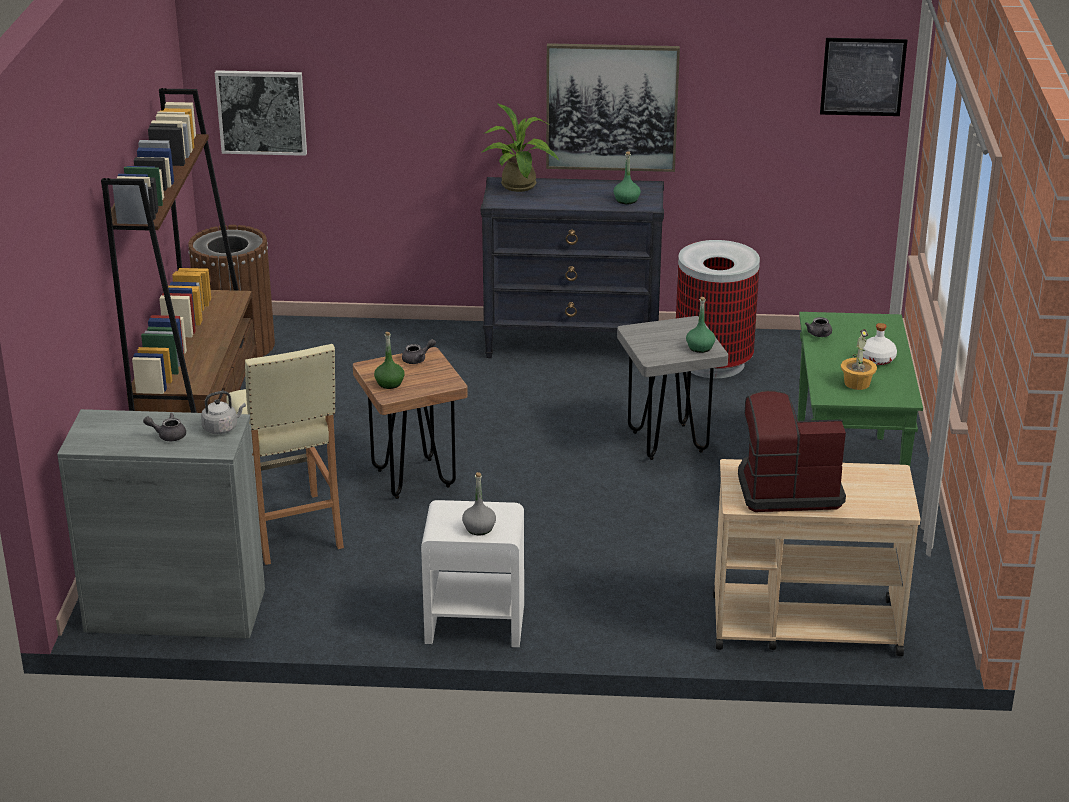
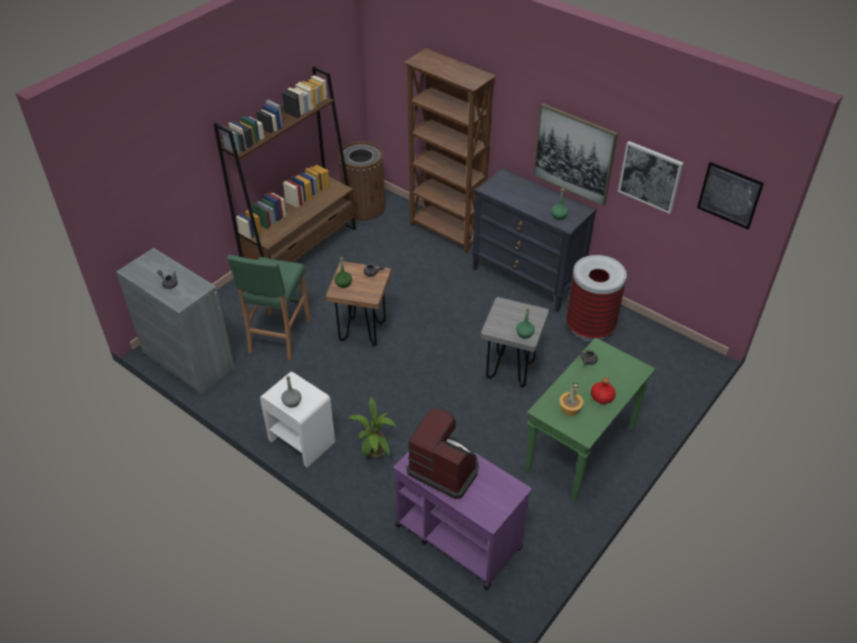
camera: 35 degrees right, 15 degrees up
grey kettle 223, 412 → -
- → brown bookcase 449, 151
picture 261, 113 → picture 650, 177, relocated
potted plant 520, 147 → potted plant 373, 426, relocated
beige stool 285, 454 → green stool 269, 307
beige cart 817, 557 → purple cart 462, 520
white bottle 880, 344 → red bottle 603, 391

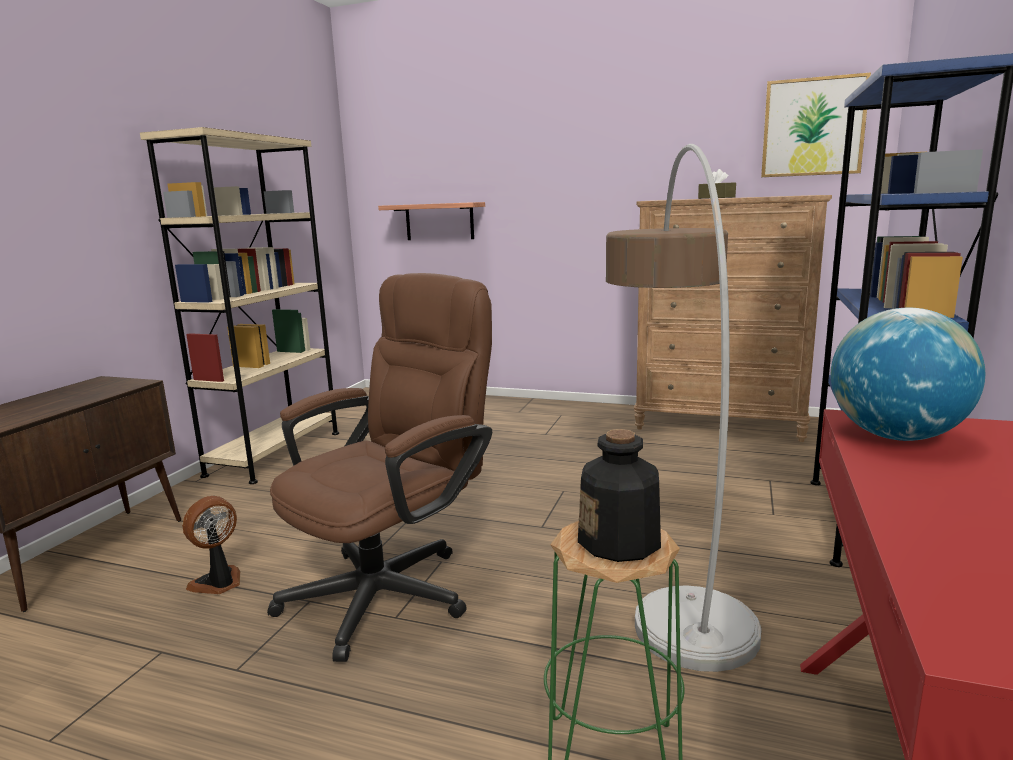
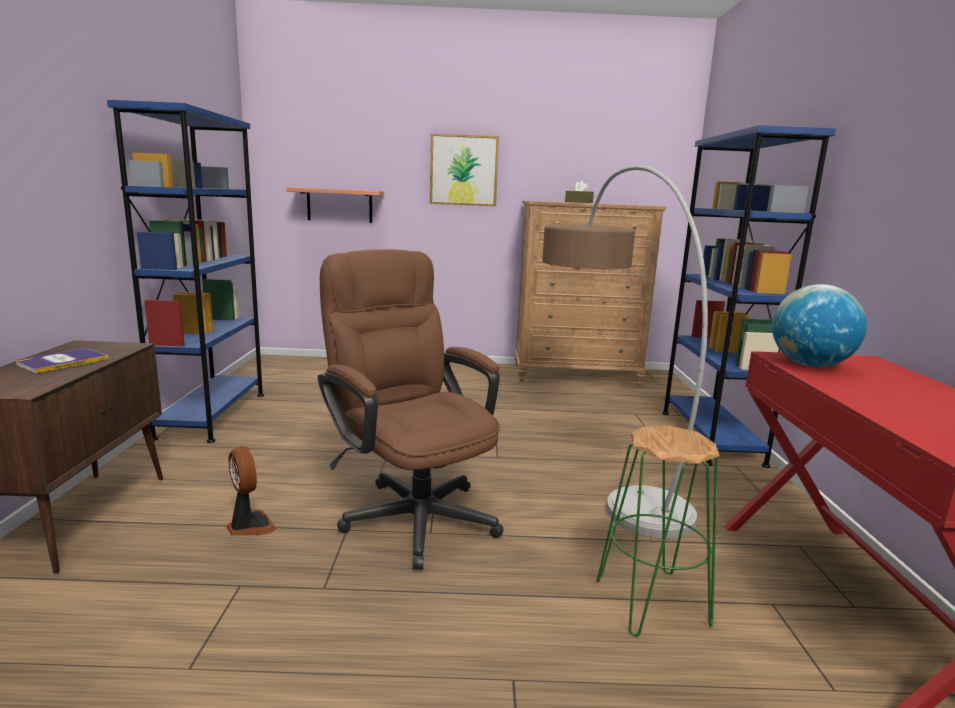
camera: 20 degrees left, 0 degrees up
bottle 619, 495 → -
- → book 62, 360
picture 816, 124 → picture 464, 169, relocated
beige bookcase 239, 305 → blue bookcase 185, 271
fan 211, 545 → fan 251, 491, 120 degrees clockwise
brown office chair 379, 467 → brown office chair 411, 409, 60 degrees counterclockwise

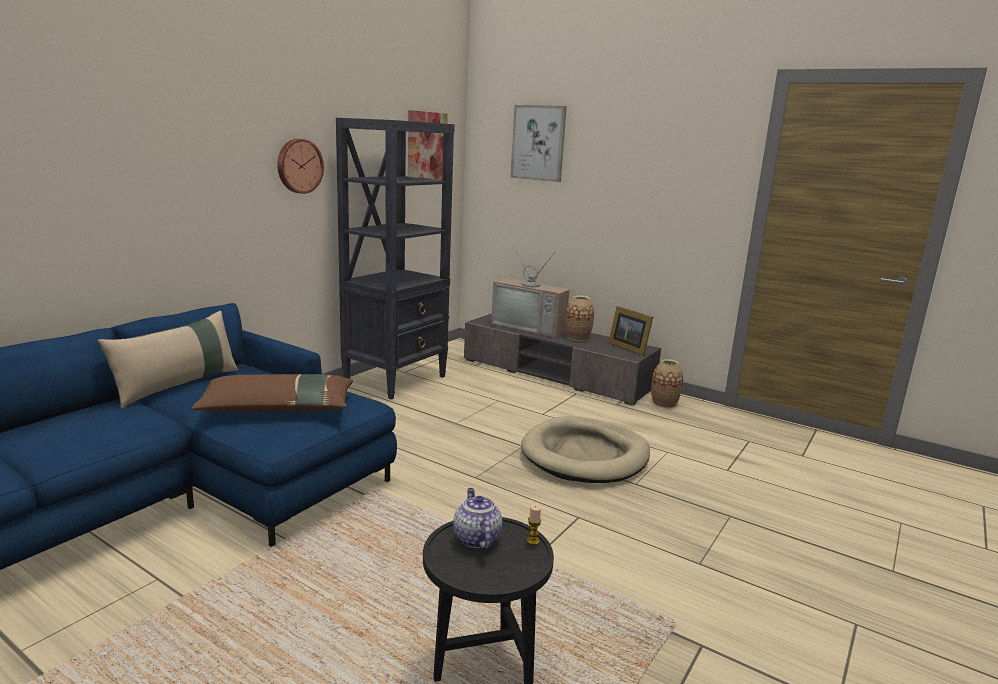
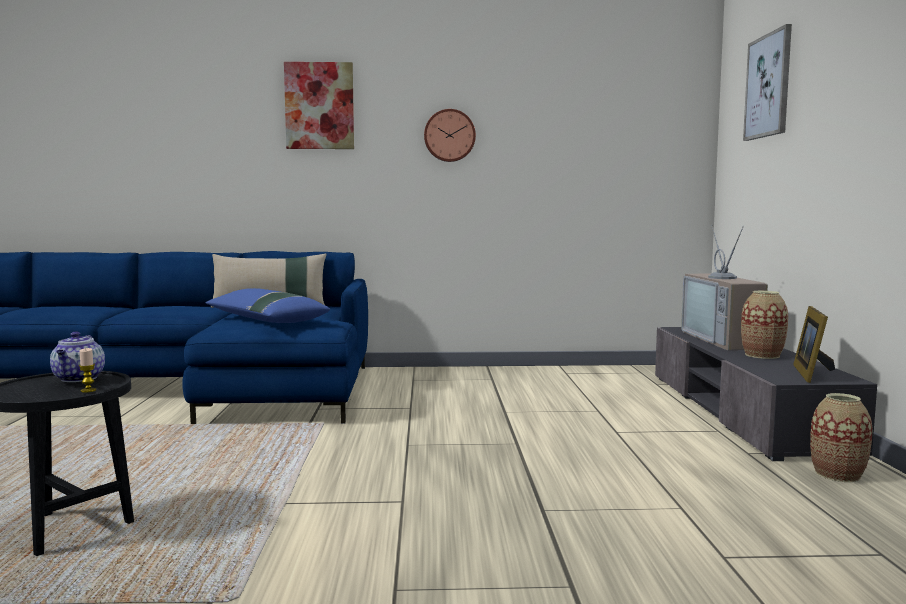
camera: 55 degrees right, 10 degrees down
black bookcase 395, 258 → -
beige dog bed 585, 449 → -
picture 428, 145 → picture 319, 105, relocated
brown pillow 272, 393 → blue pillow 267, 305
teapot 478, 518 → teapot 77, 357, 135 degrees clockwise

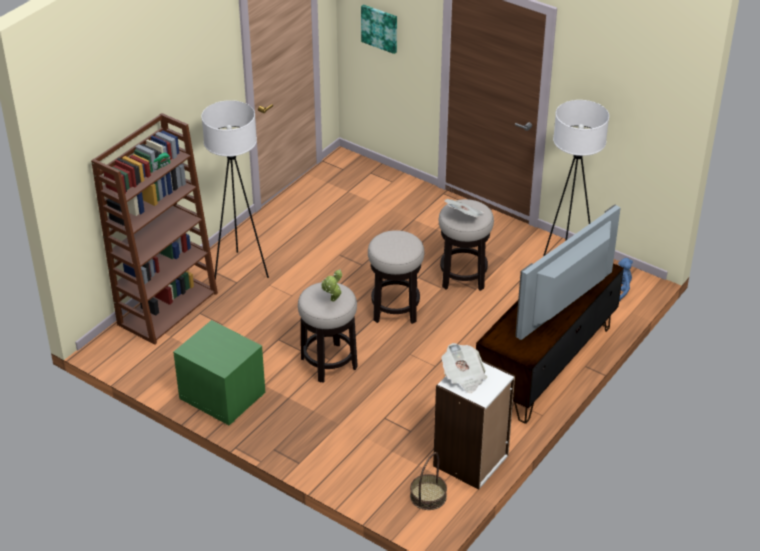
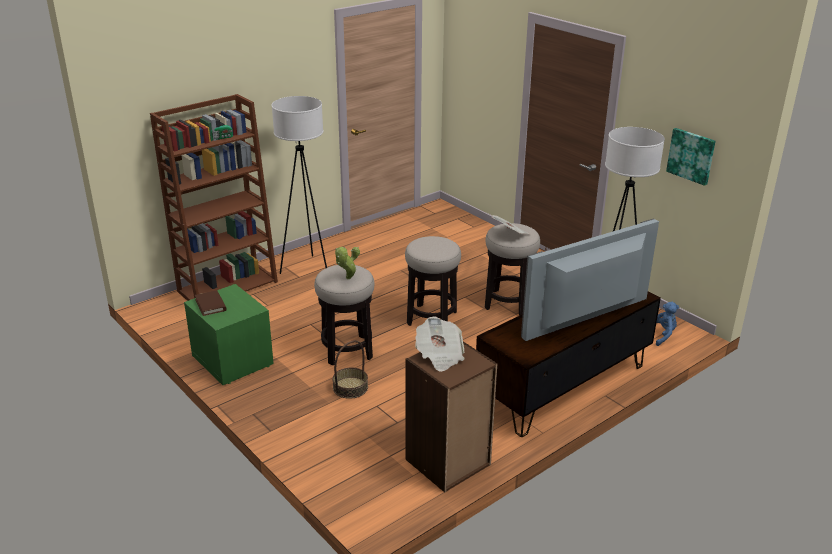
camera: 15 degrees right, 10 degrees down
- → brown book 211, 303
picture 379, 29 → picture 691, 157, relocated
basket 428, 481 → basket 350, 369, relocated
white bookcase 474, 425 → brown bookcase 451, 417

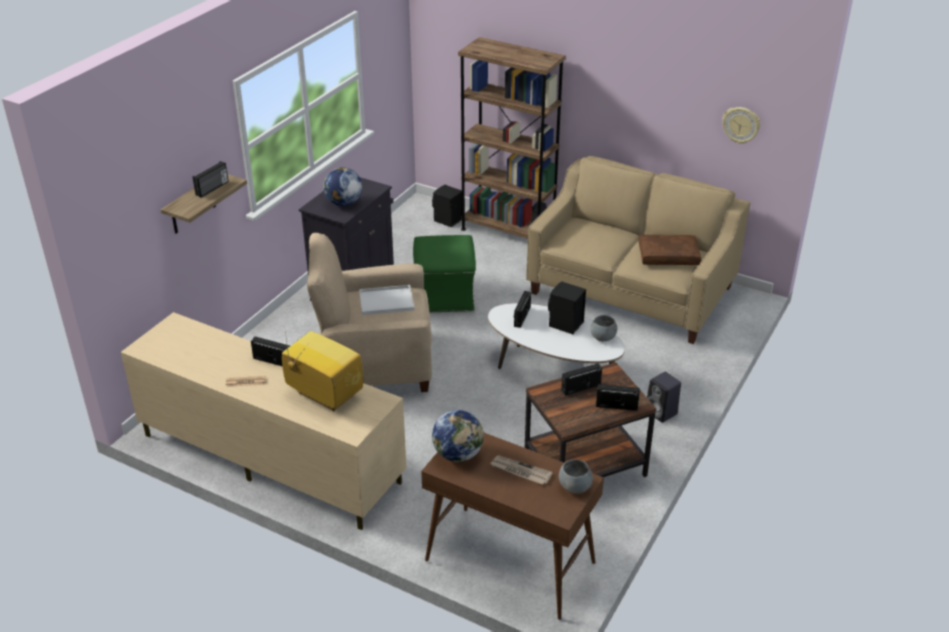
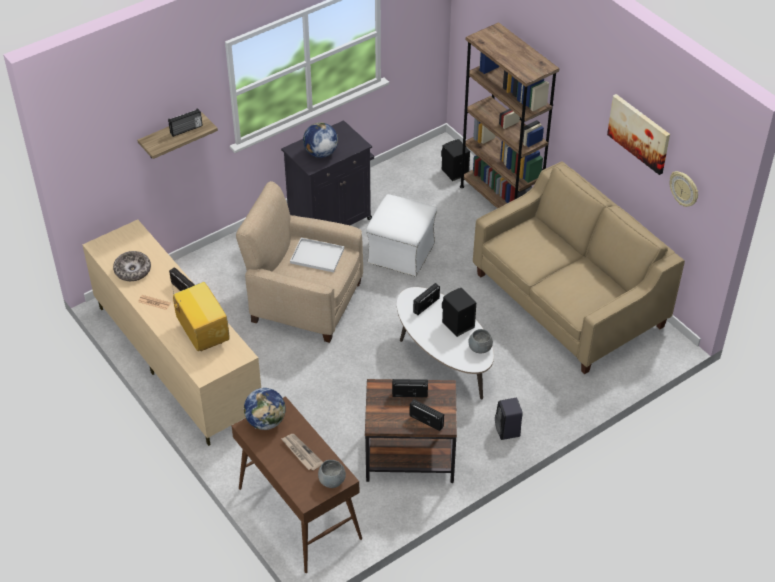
camera: 25 degrees right, 10 degrees up
brown pillow 669, 250 → -
- → bowl 132, 266
- → picture 638, 134
green ottoman 444, 273 → white ottoman 401, 235

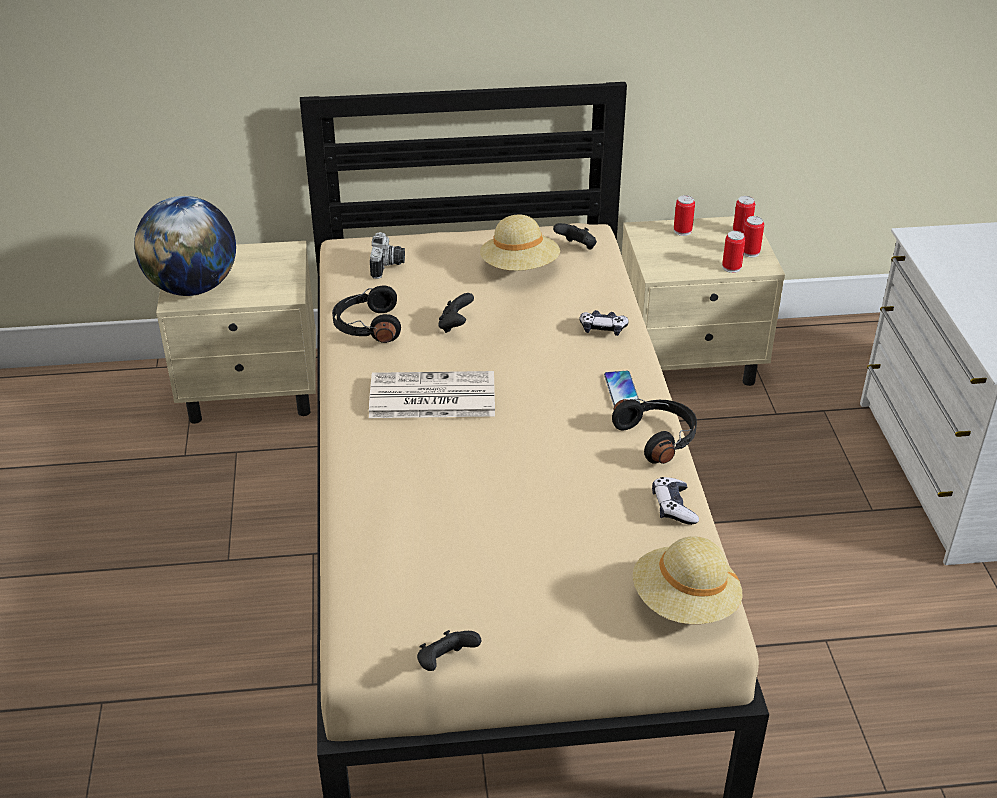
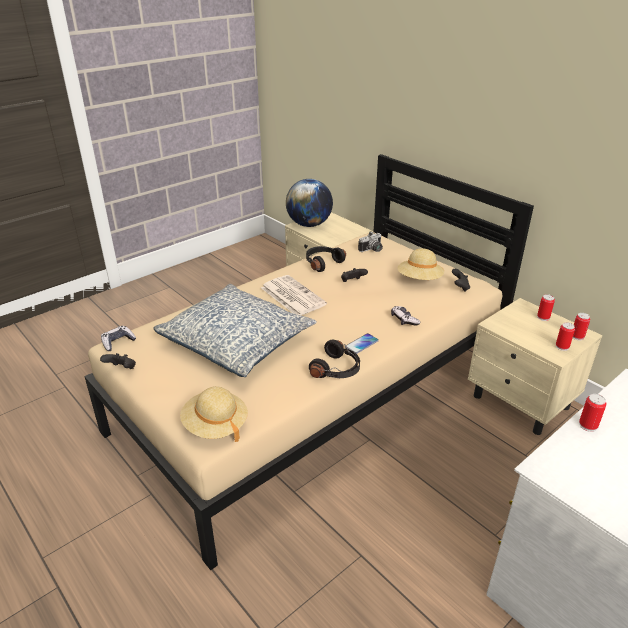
camera: 55 degrees right, 5 degrees down
- → pillow 235, 330
game controller 675, 501 → game controller 118, 338, relocated
can 734, 252 → can 592, 413, relocated

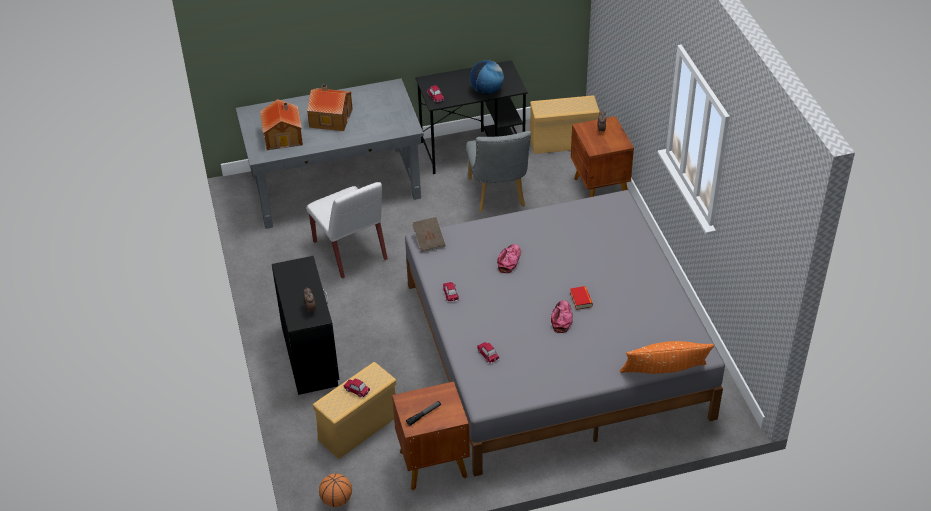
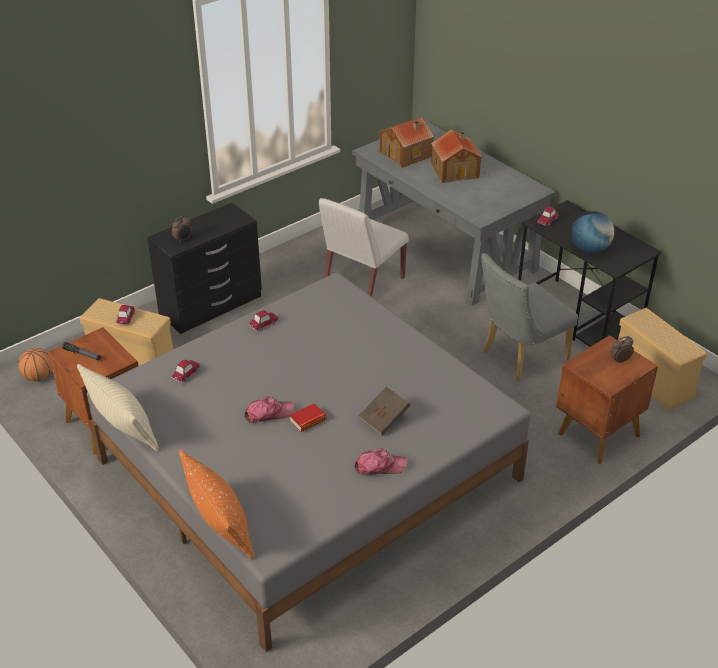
camera: 65 degrees right, 5 degrees down
- → beige pillow 118, 407
brown book 429, 234 → brown book 384, 411, relocated
cap 509, 258 → cap 381, 461, relocated

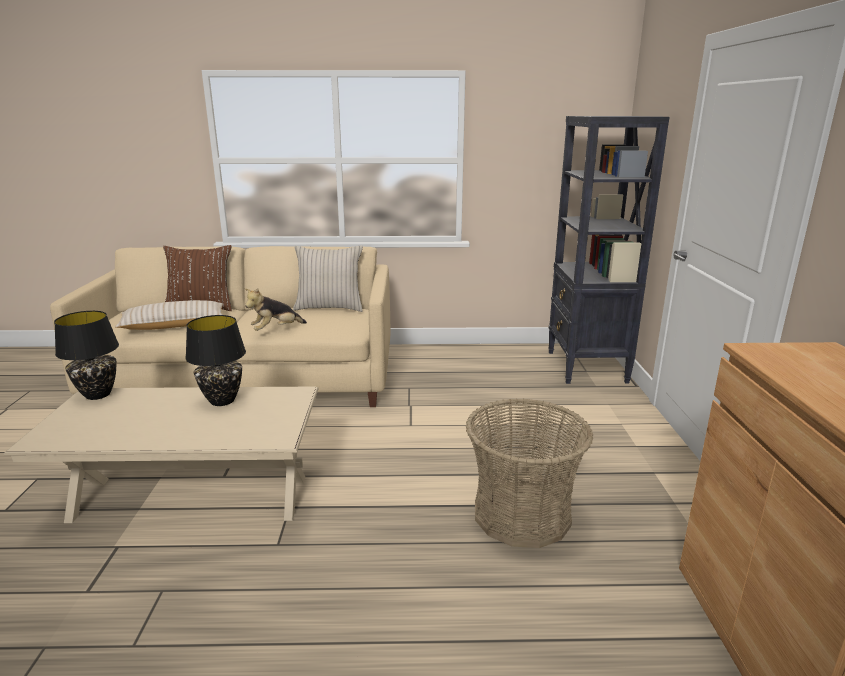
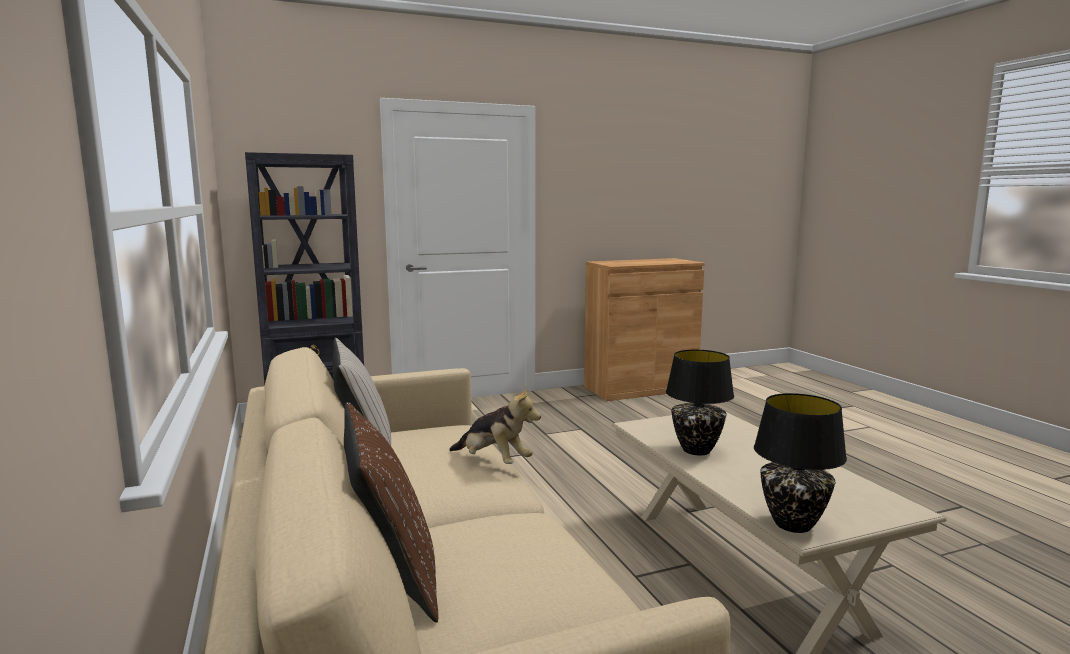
camera: 110 degrees left, 10 degrees down
beige pillow 169, 315 → -
basket 529, 473 → -

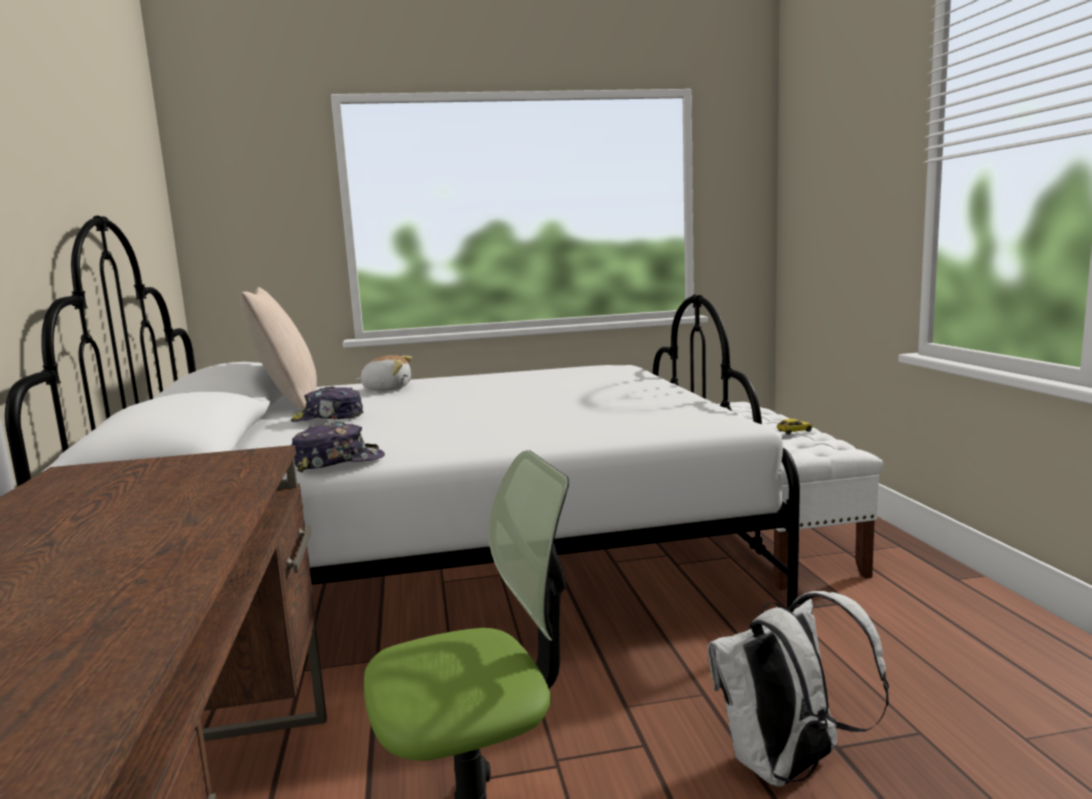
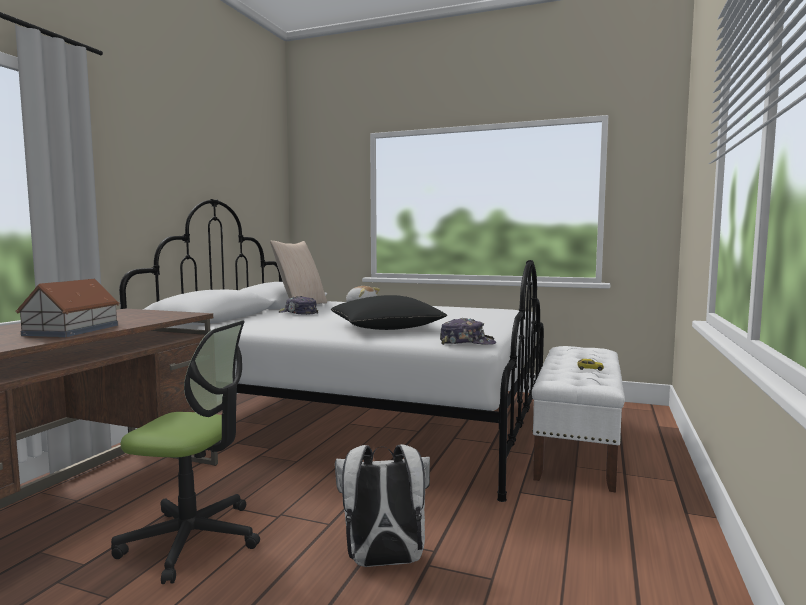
camera: 30 degrees right, 5 degrees down
- → toy house 67, 308
- → black pillow 389, 312
cap 338, 447 → cap 468, 331, relocated

